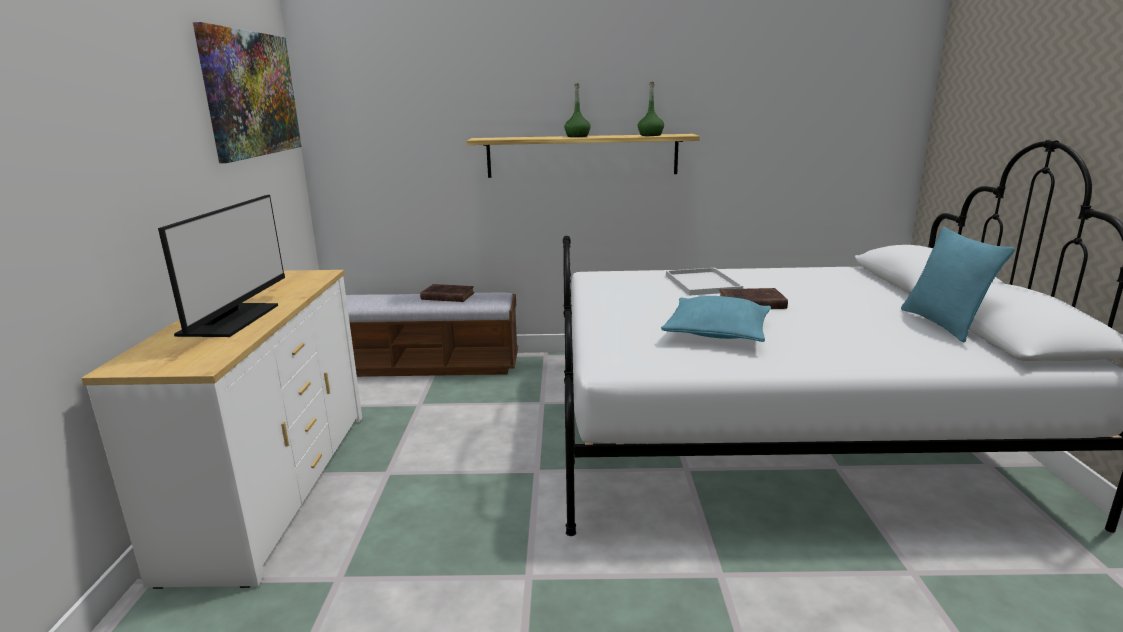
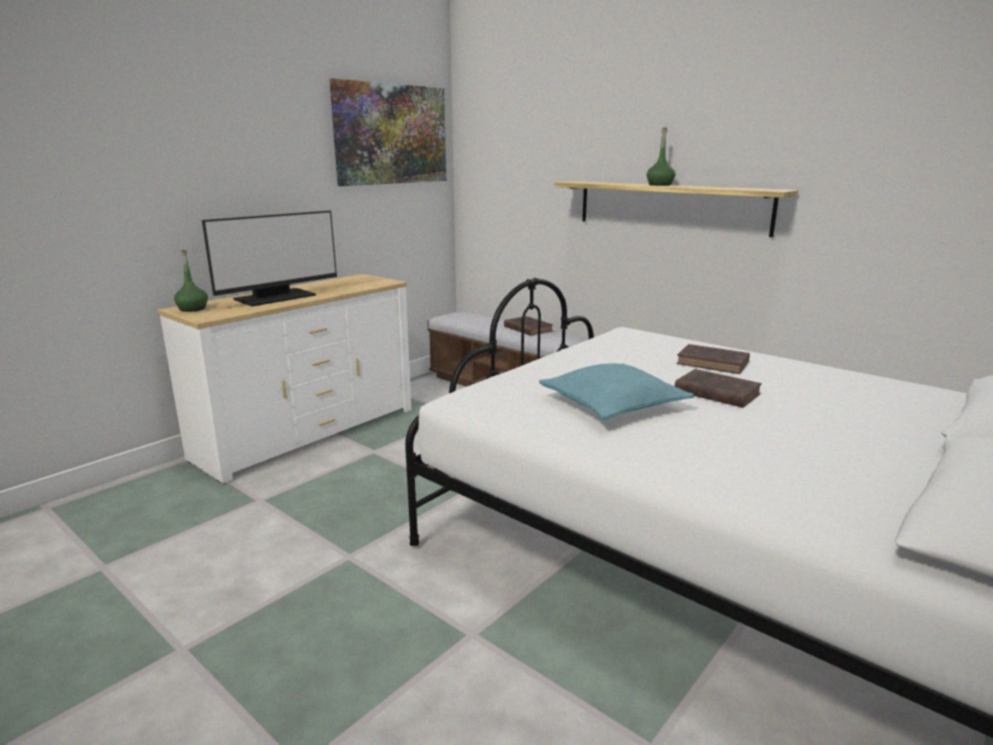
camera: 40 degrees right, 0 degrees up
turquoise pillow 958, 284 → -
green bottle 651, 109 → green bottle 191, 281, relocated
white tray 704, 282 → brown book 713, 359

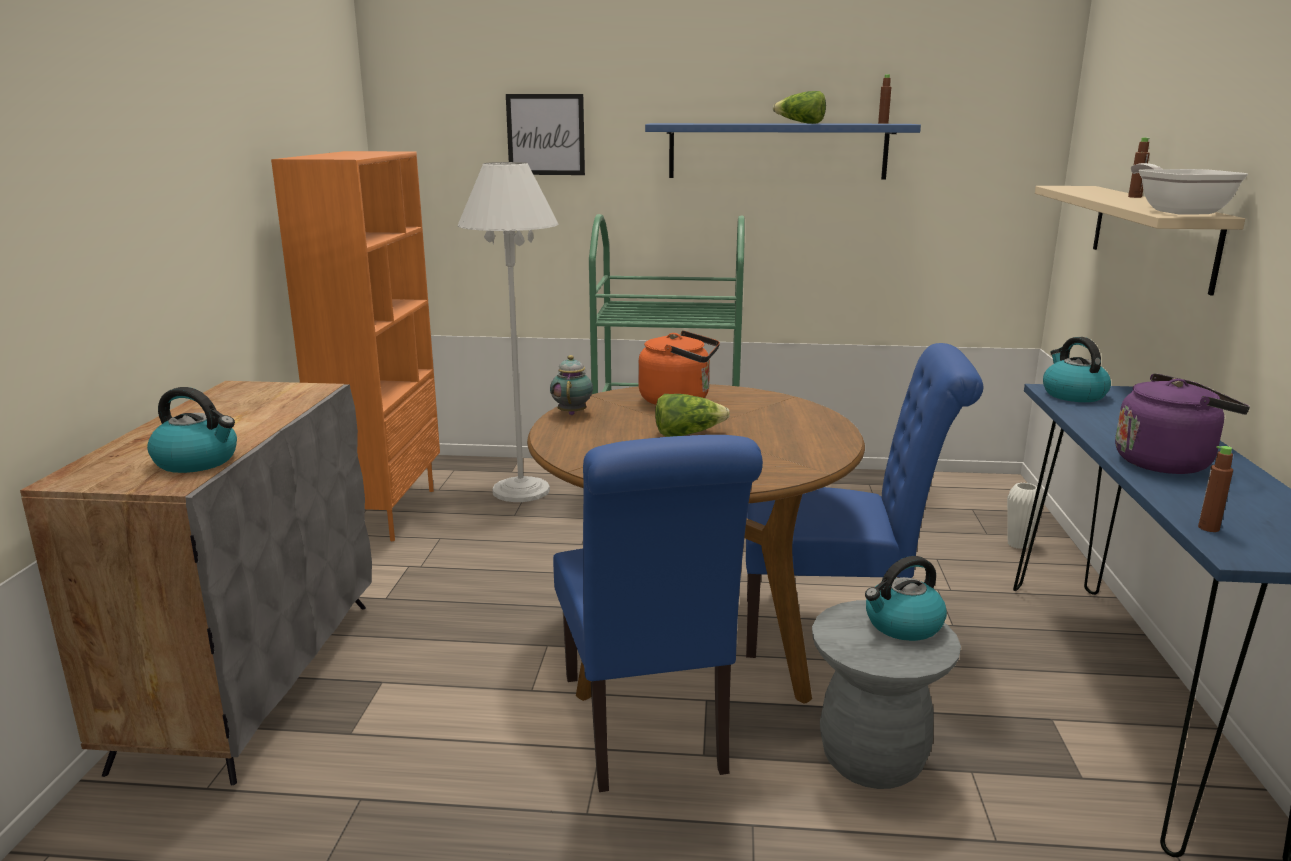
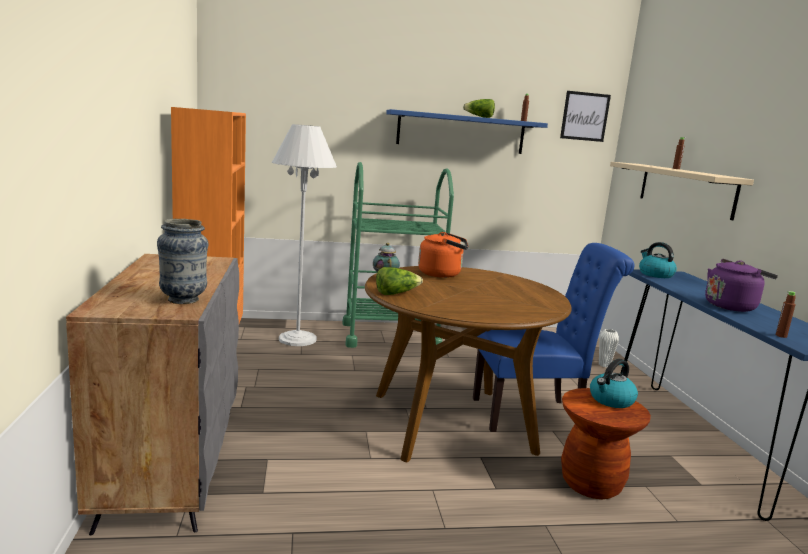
camera: 15 degrees left, 5 degrees down
blue chair 658, 613 → -
frying pan 1189, 189 → -
picture 545, 134 → picture 585, 116, relocated
lettuce 692, 415 → lettuce 399, 281, relocated
kettle 192, 430 → vase 182, 261
grey stool 886, 694 → brown stool 606, 443

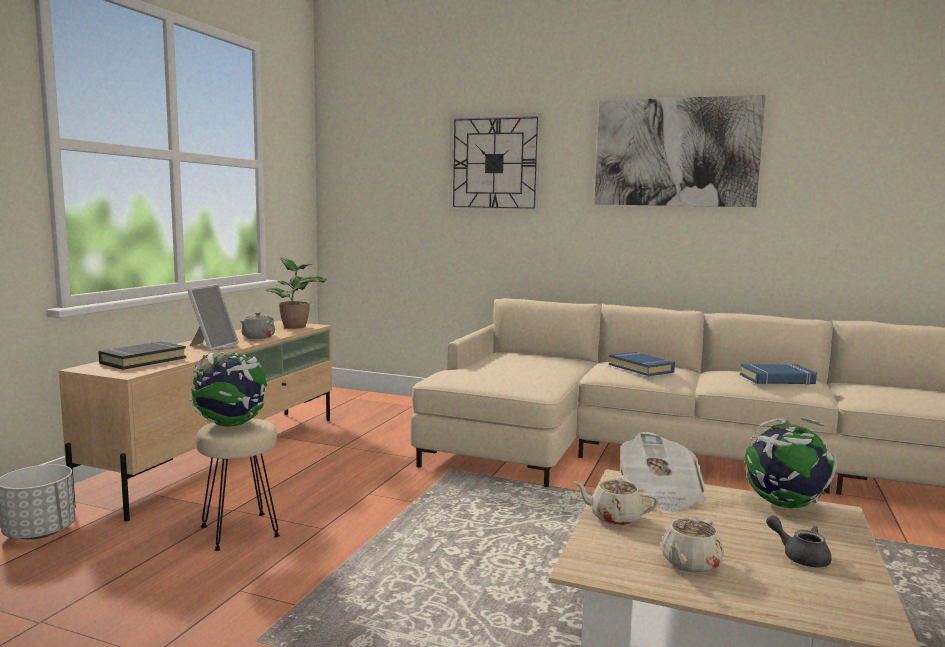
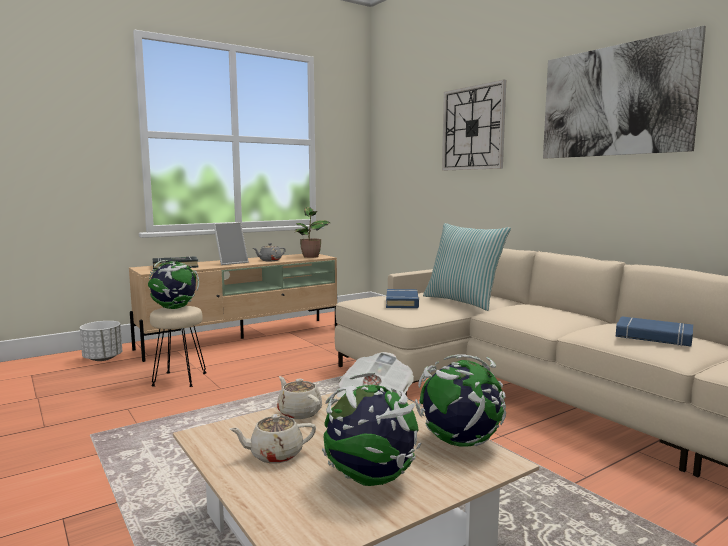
camera: 35 degrees right, 0 degrees up
- → pillow 467, 267
blue book 642, 364 → blue book 402, 298, relocated
grey teapot 799, 541 → globe 371, 429

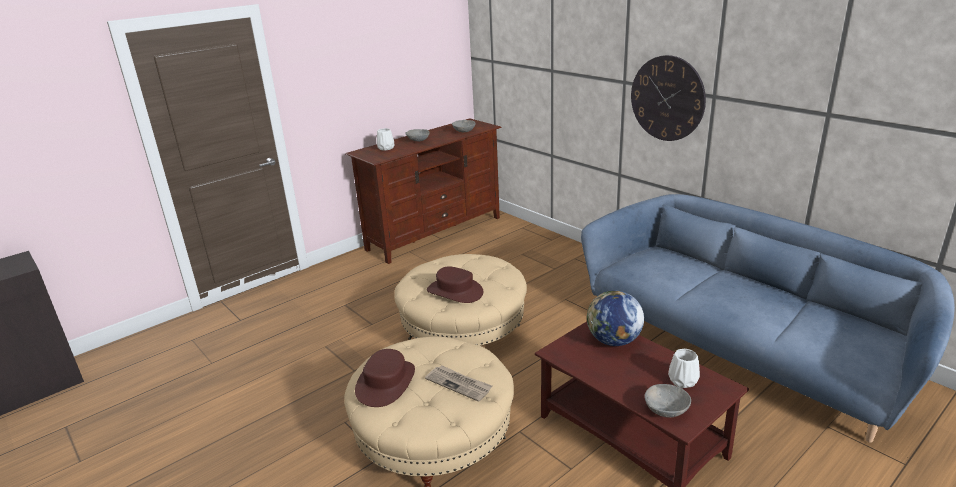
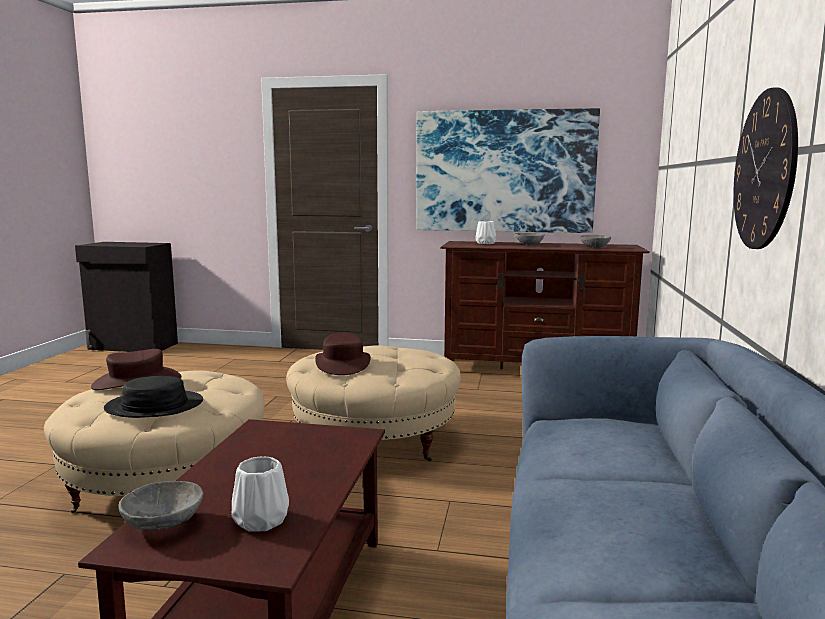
camera: 50 degrees right, 15 degrees down
globe 615, 318 → -
- → picture 508, 170
newspaper 458, 383 → black hat 153, 397

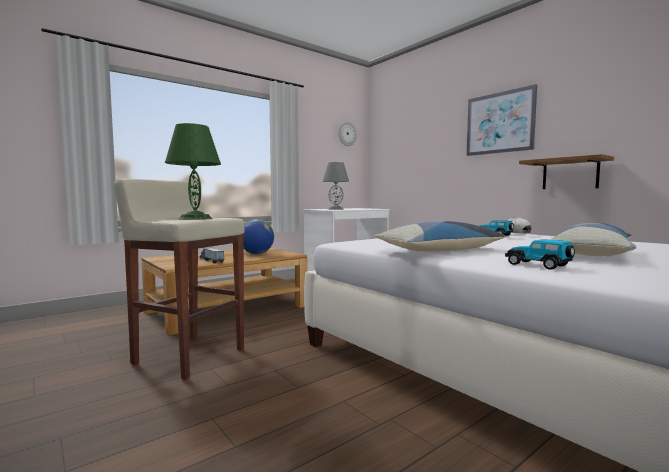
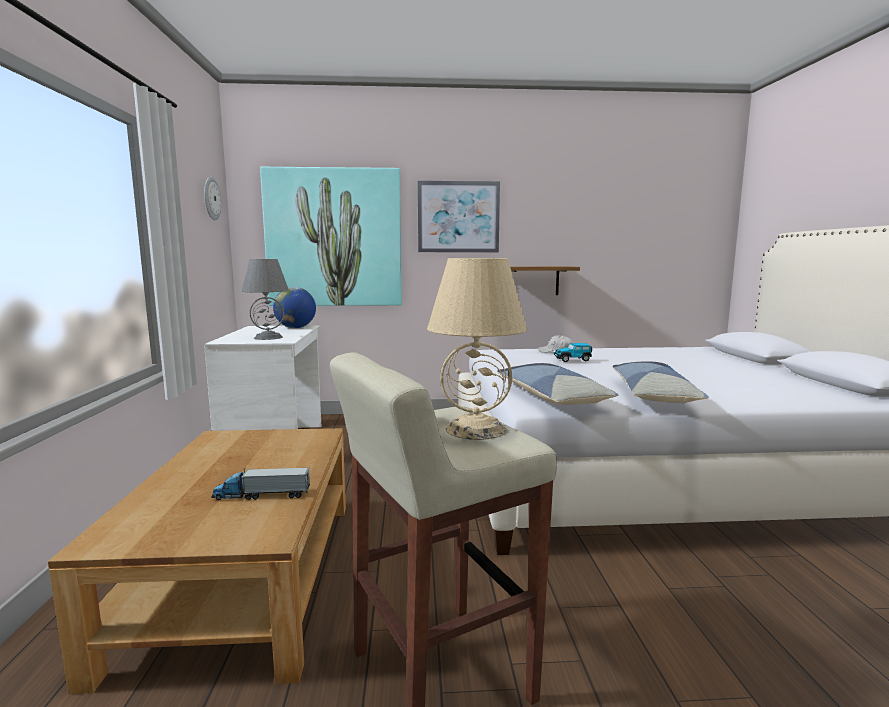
camera: 55 degrees left, 5 degrees up
toy car 540, 254 → -
- → picture 331, 236
globe 259, 236 → globe 294, 307, relocated
pillow 593, 240 → pillow 557, 384, relocated
green table lamp 193, 171 → beige table lamp 477, 349

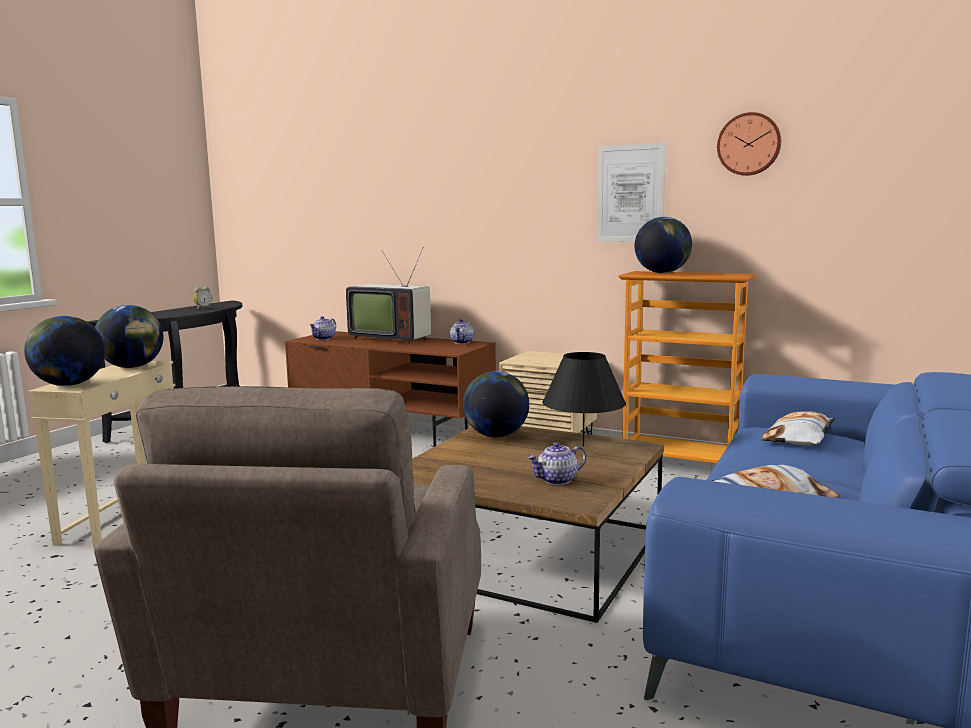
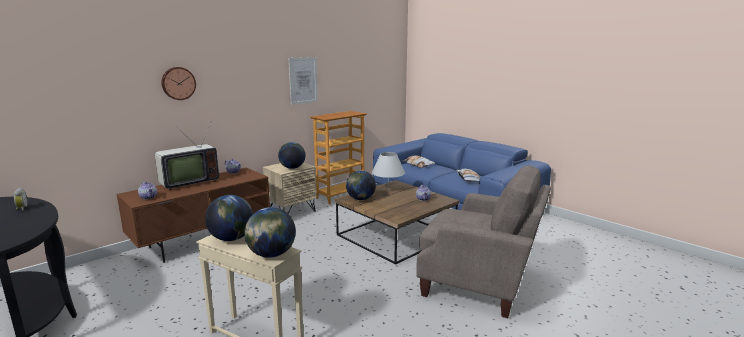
camera: 70 degrees left, 5 degrees up
globe 663, 245 → globe 291, 155, relocated
wall clock 749, 144 → wall clock 178, 83, relocated
black table lamp 584, 399 → white table lamp 388, 171

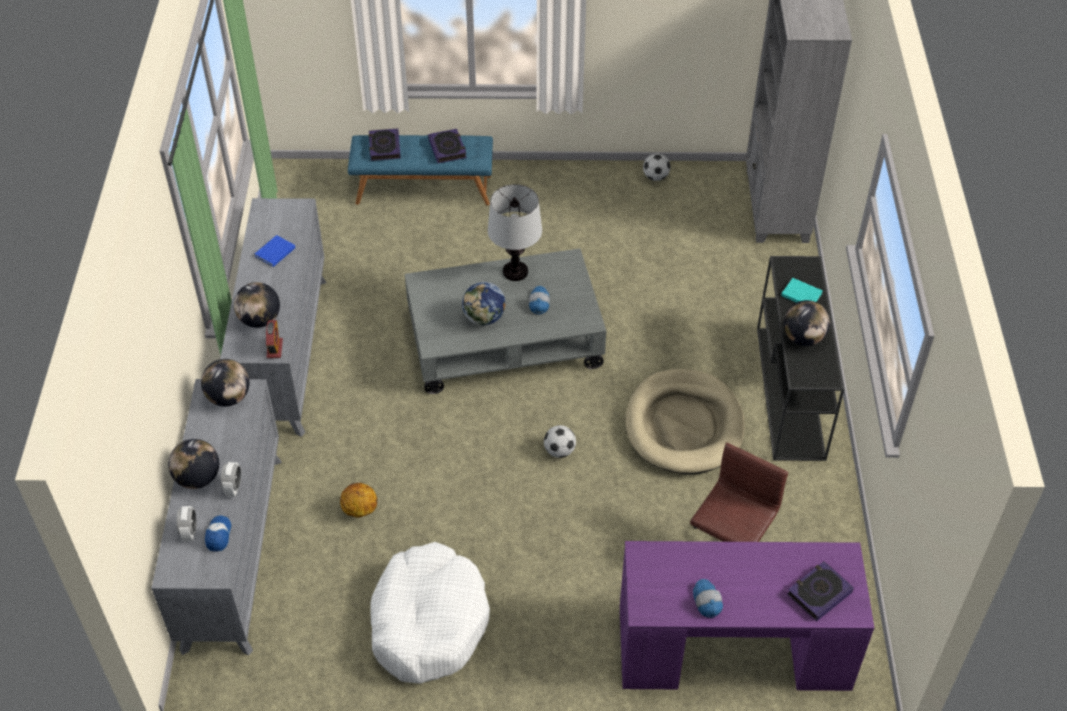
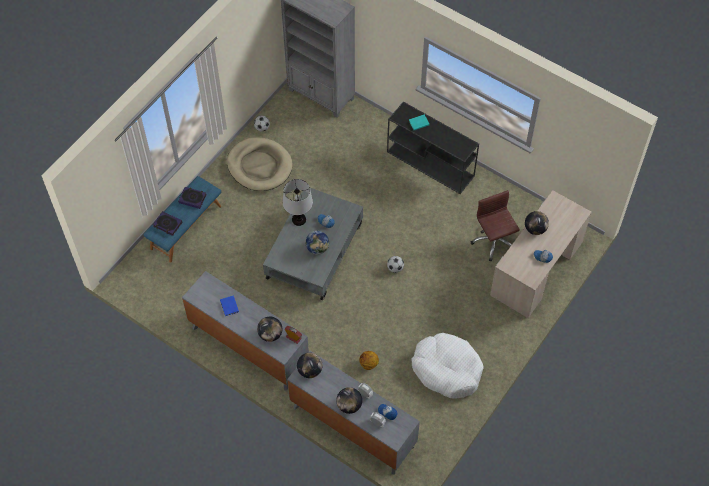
camera: 55 degrees left, 10 degrees up
book 820, 591 → -
beige dog bed 685, 422 → beige dog bed 260, 164, relocated
globe 807, 323 → globe 537, 223, relocated
purple desk 747, 616 → beige desk 541, 254

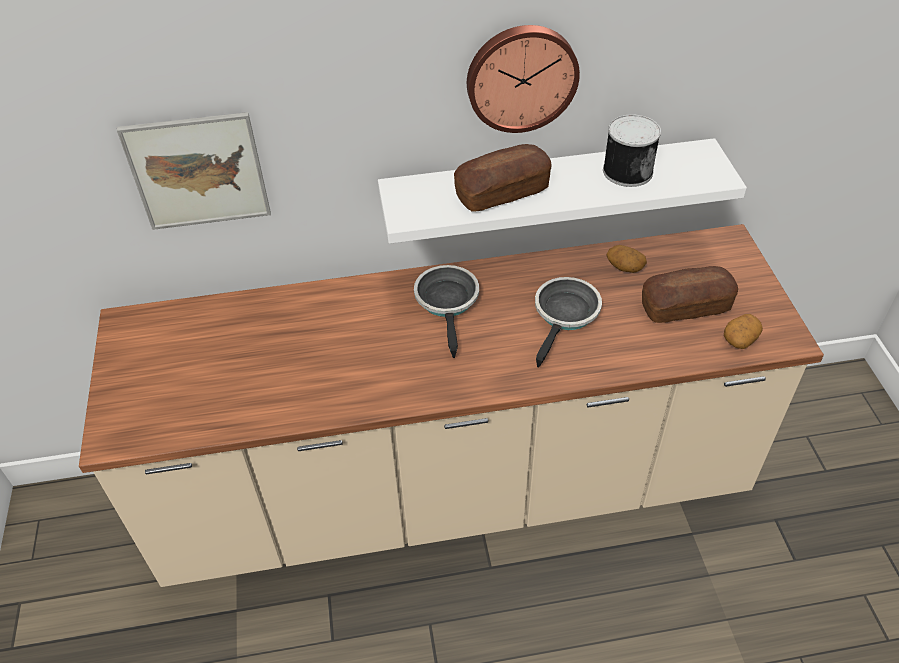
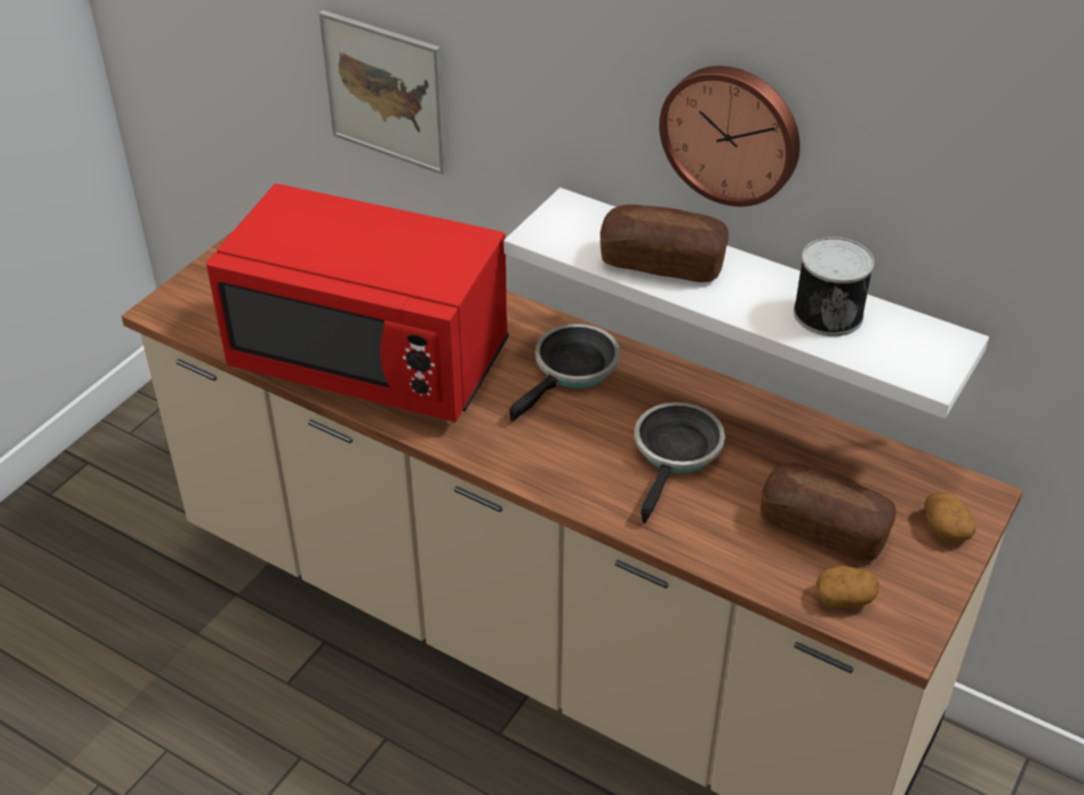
camera: 40 degrees right, 5 degrees down
- → red microwave 357, 303
potato 627, 259 → potato 950, 517, relocated
frying pan 568, 322 → frying pan 679, 463, 45 degrees counterclockwise

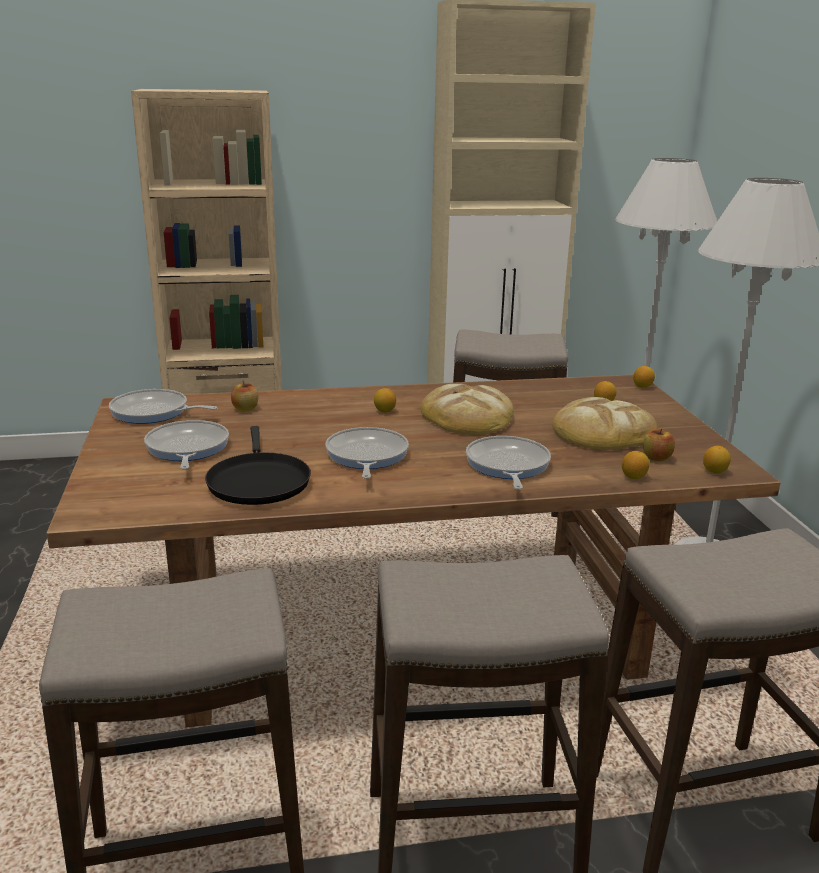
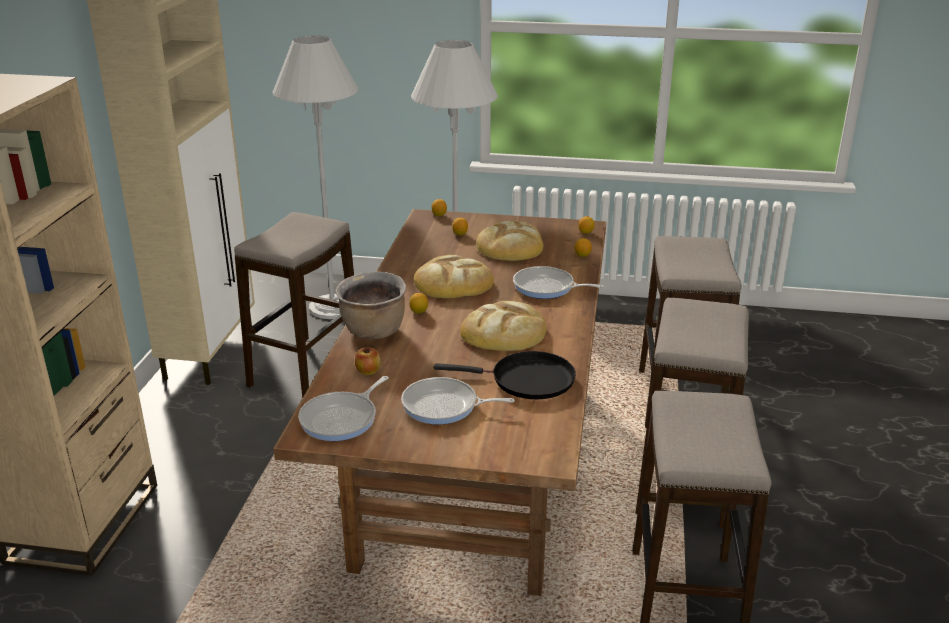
camera: 70 degrees left, 5 degrees up
apple 659, 444 → -
- → brown cooking pot 370, 306
frying pan 367, 453 → bread 503, 326

